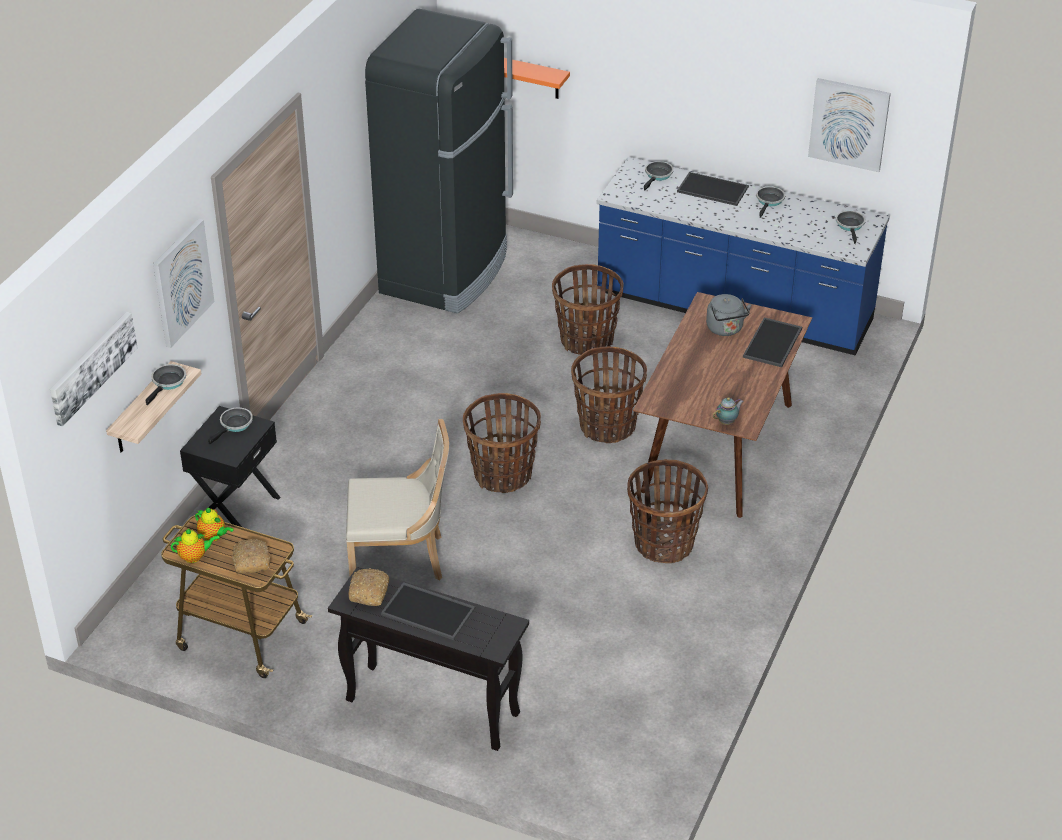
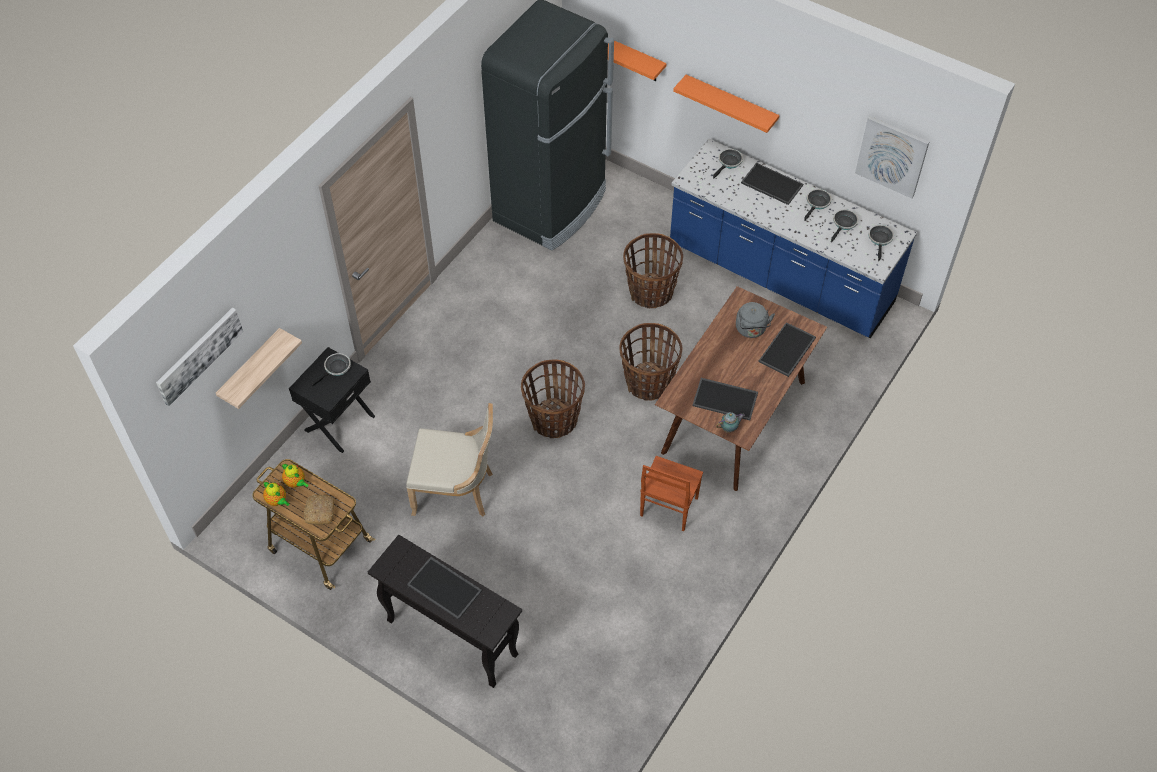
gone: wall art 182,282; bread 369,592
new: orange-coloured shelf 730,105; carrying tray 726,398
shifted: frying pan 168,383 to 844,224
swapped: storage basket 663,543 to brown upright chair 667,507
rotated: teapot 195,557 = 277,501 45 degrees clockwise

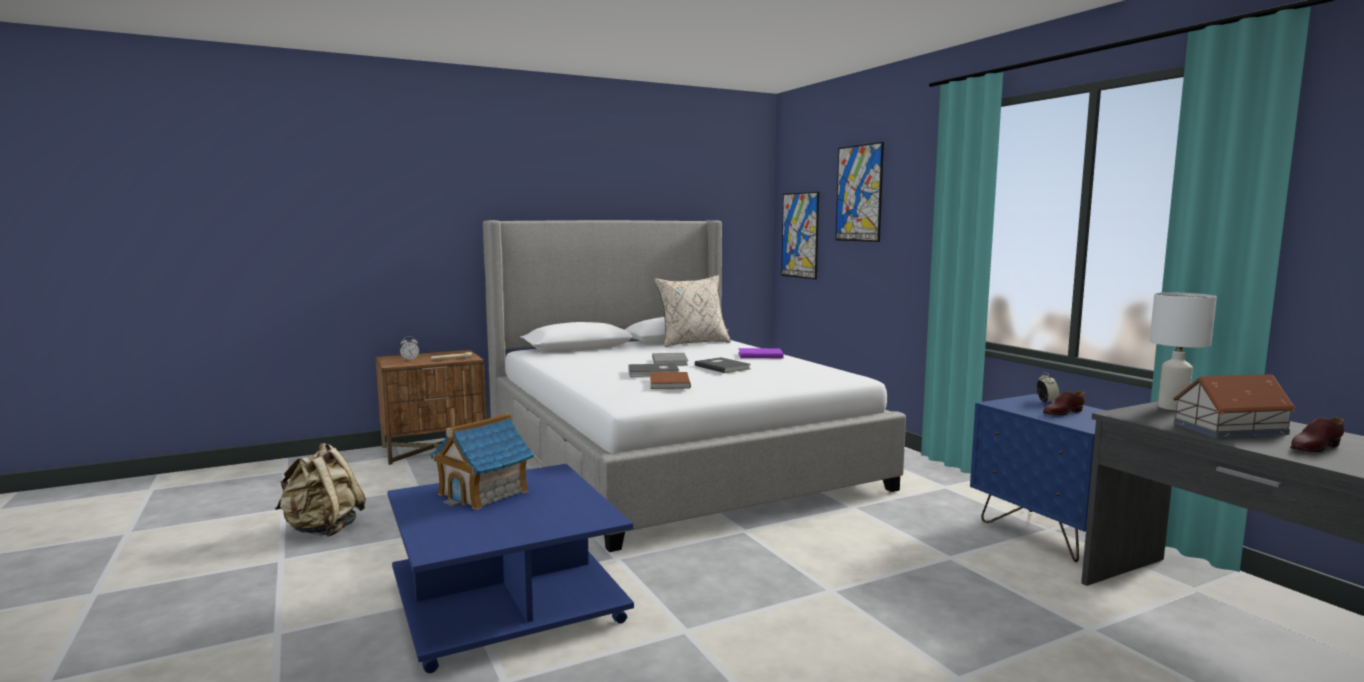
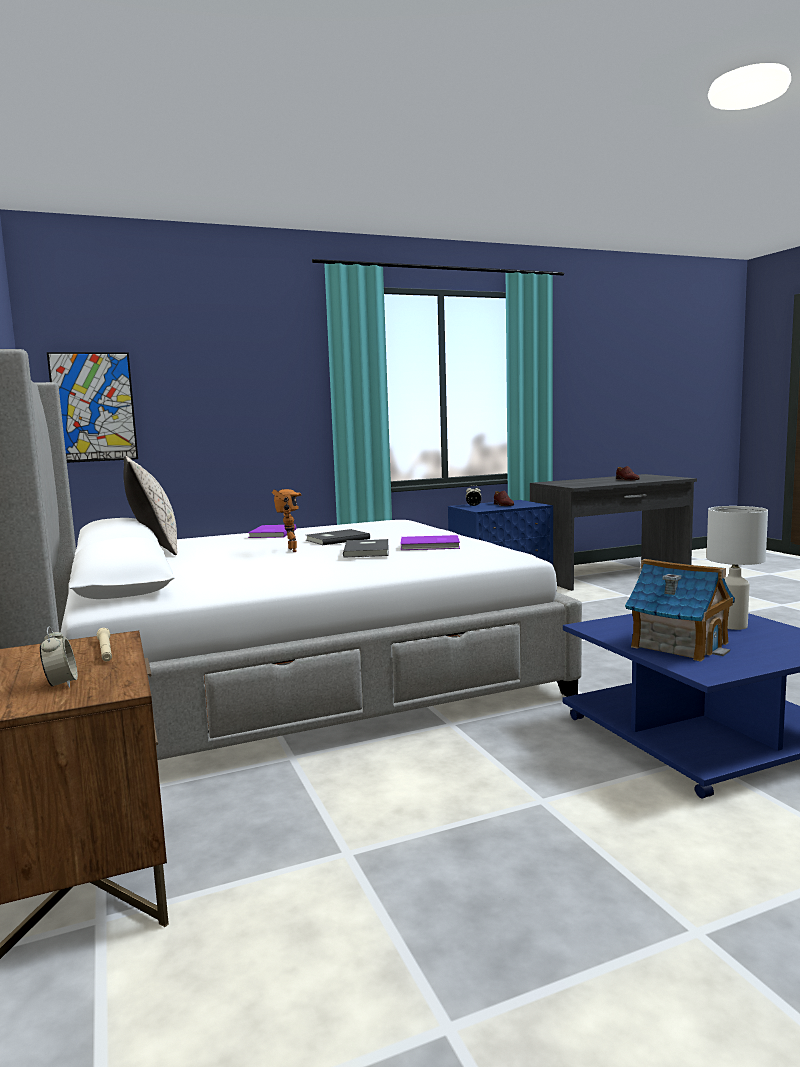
gone: beige knapsack 323,530; wall art 859,193; miniature house 1231,429
shifted: whitish table lamp 1171,407 to 733,626
swapped: gray bound book 671,361 to toy robot 289,550
repainted: brown bound book 668,383 to purple bound book 431,545

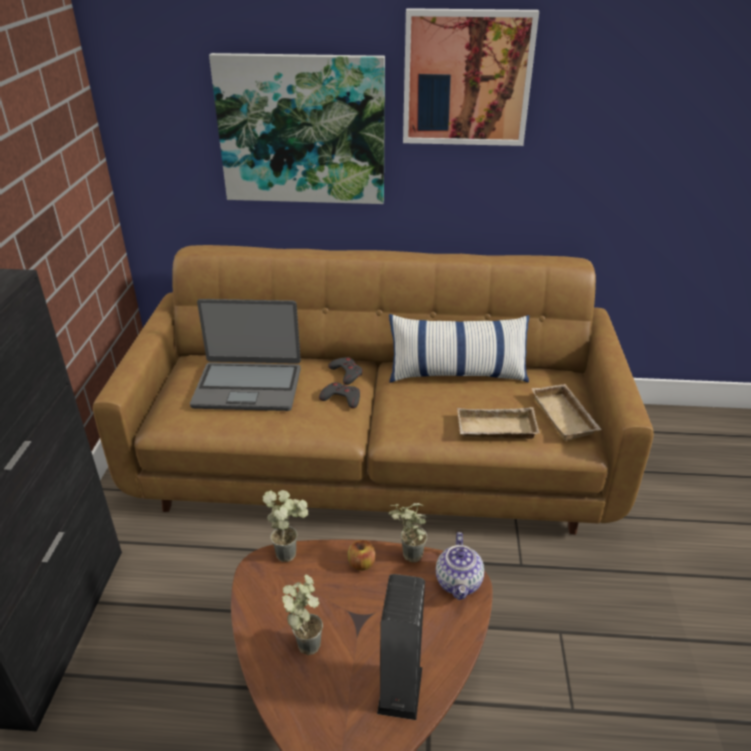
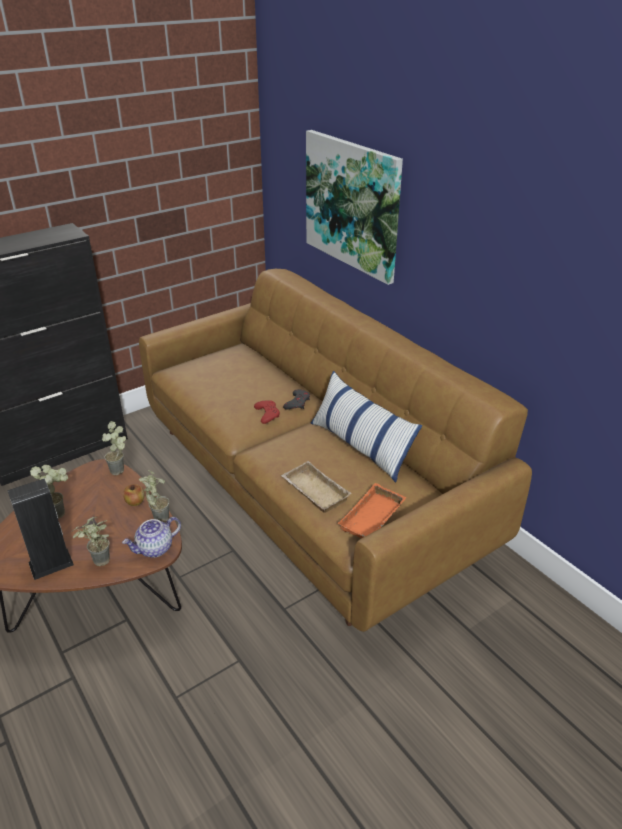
gone: laptop 248,386; wall art 467,78
new: plant in a pot 98,564
repainted: gray game controller 341,398 to reddish game controller 267,414; beige carrying tray 566,417 to orange-coloured carrying tray 373,518

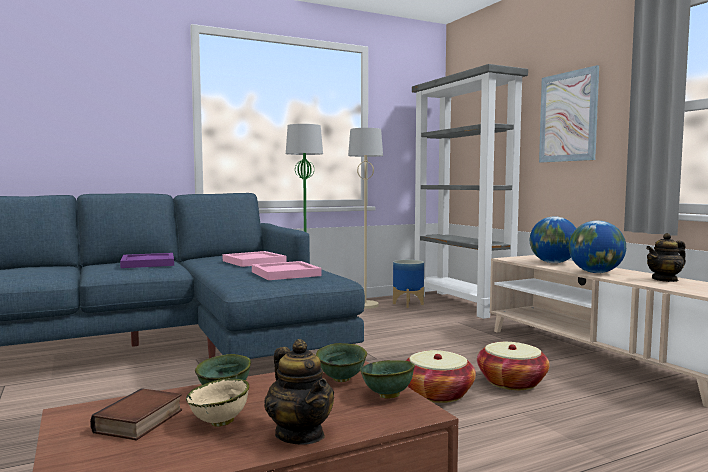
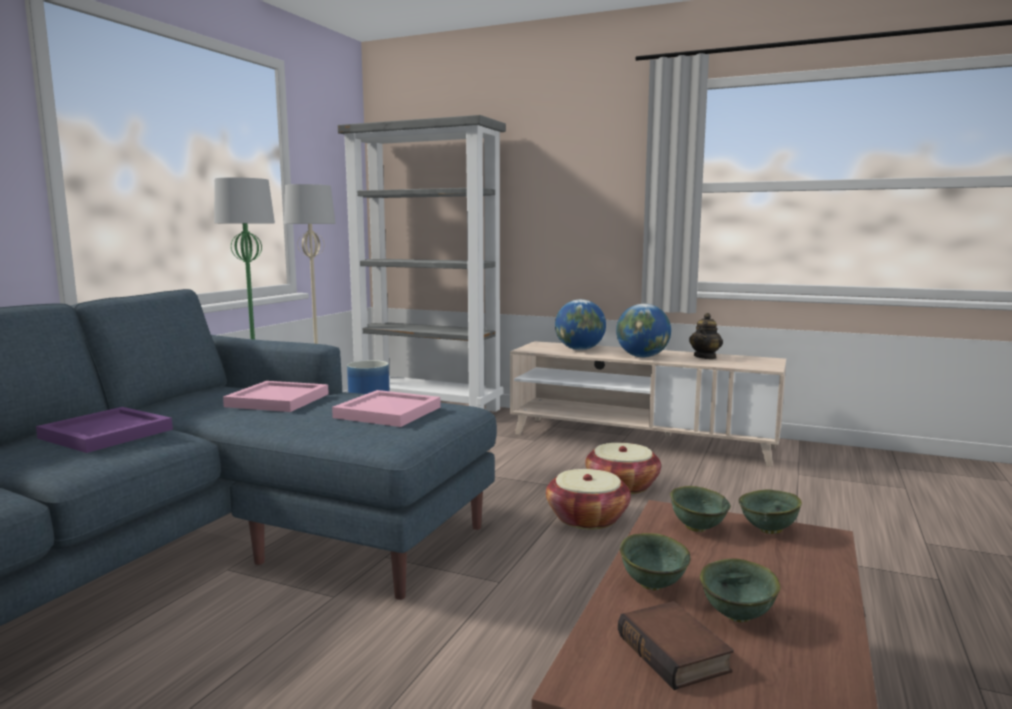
gone: teapot 300,434; wall art 568,117
repainted: beige serving bowl 220,423 to green serving bowl 738,617

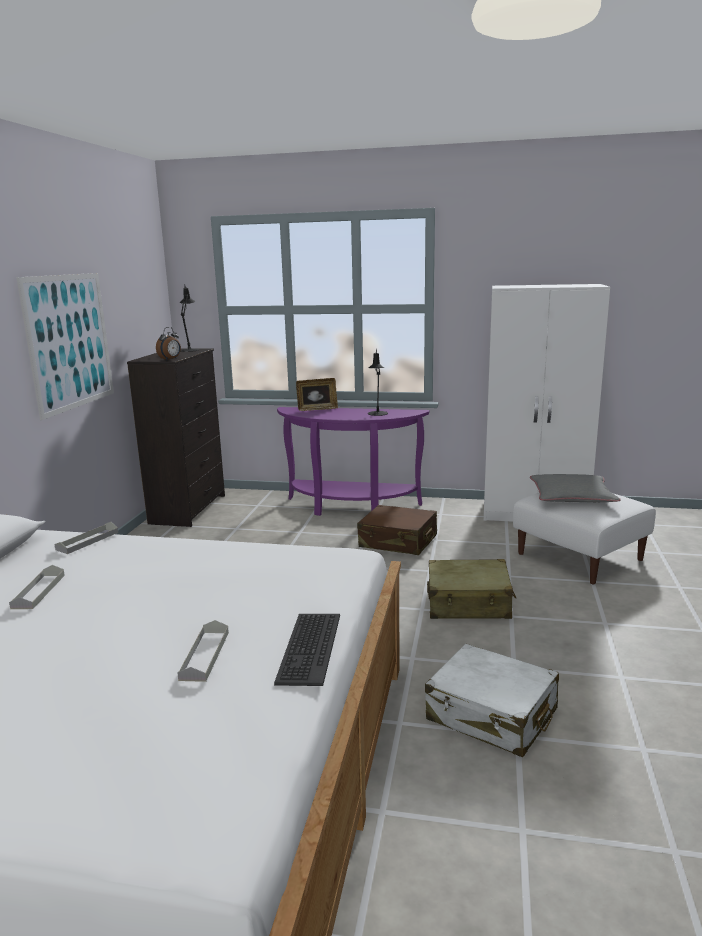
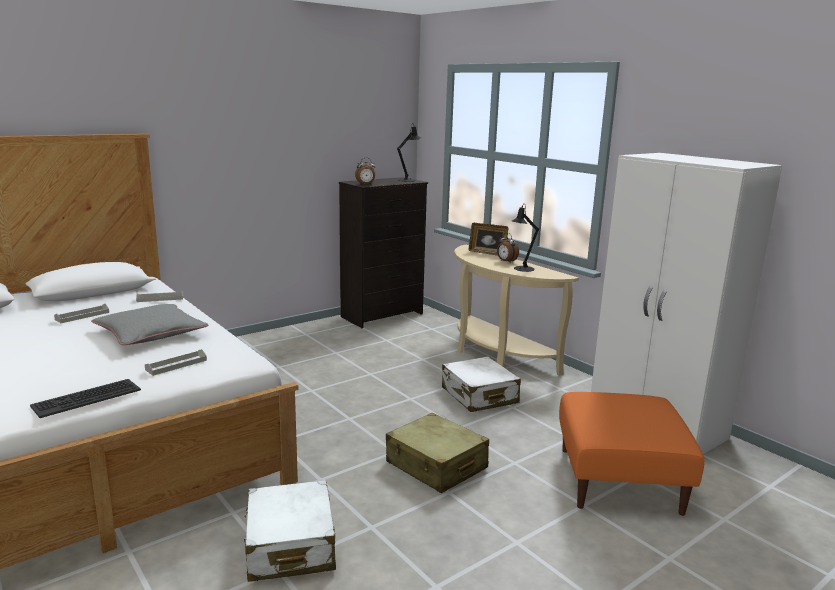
gone: wall art 69,342
new: alarm clock 506,261
shifted: gray carrying tray 205,655 to 176,365; gray pillow 571,496 to 150,333
repainted: purple console table 350,507 to beige console table 496,355; brown suitcase 398,541 to whitish suitcase 479,396; whitish pouffe 578,556 to orange-coloured pouffe 618,479

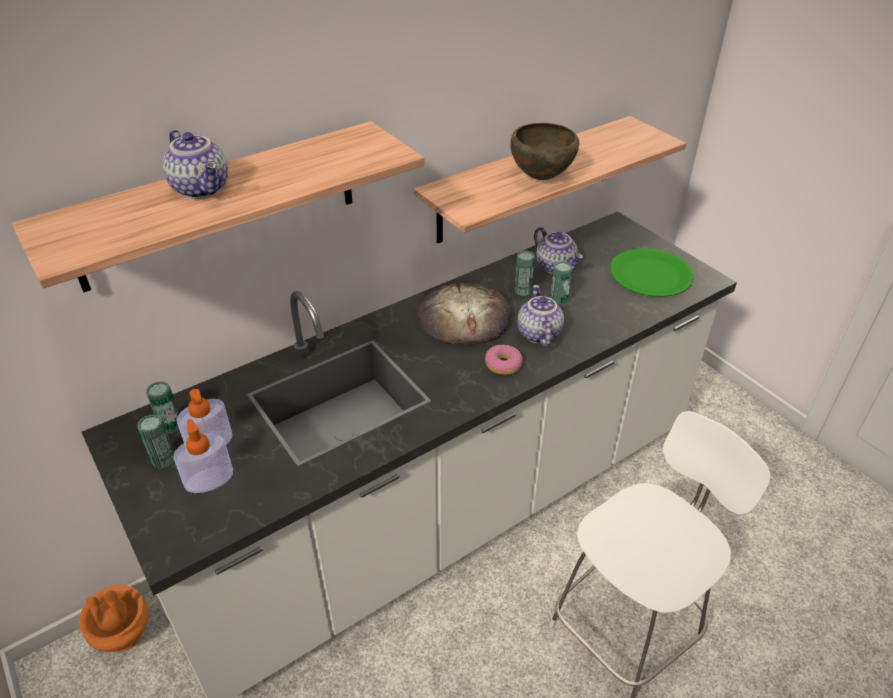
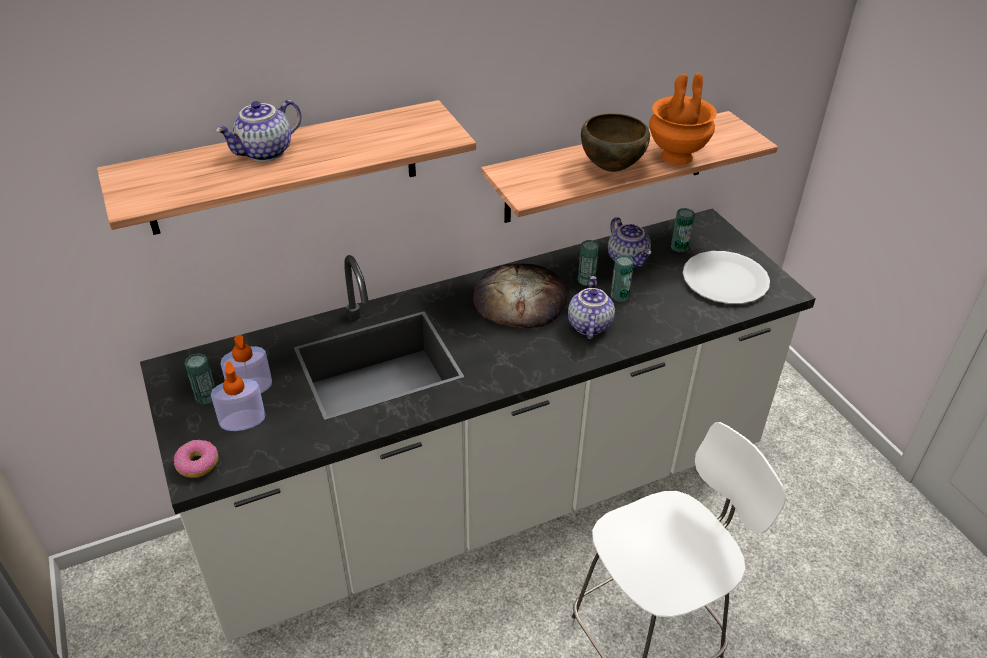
shifted: orange-coloured vase 124,637 to 676,157; can 170,426 to 679,247; doughnut 503,365 to 197,464
repainted: green flat dish 650,275 to whitish flat dish 724,280
rotated: teapot 203,189 = 265,153 75 degrees clockwise

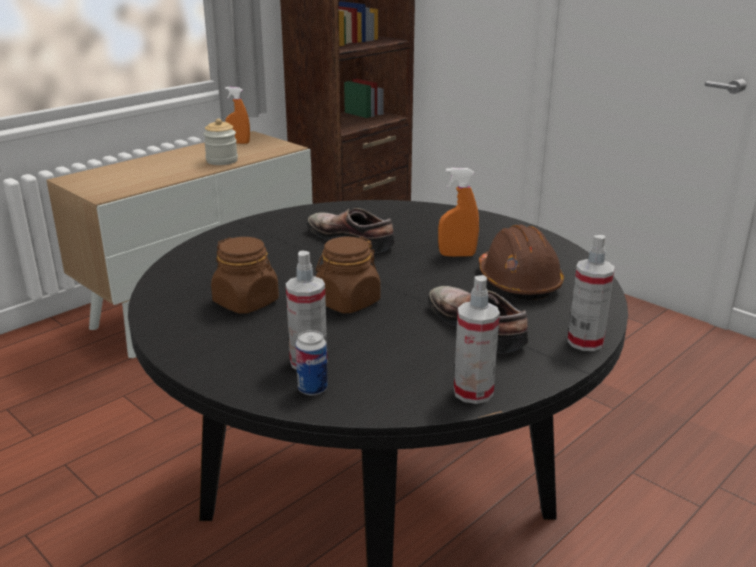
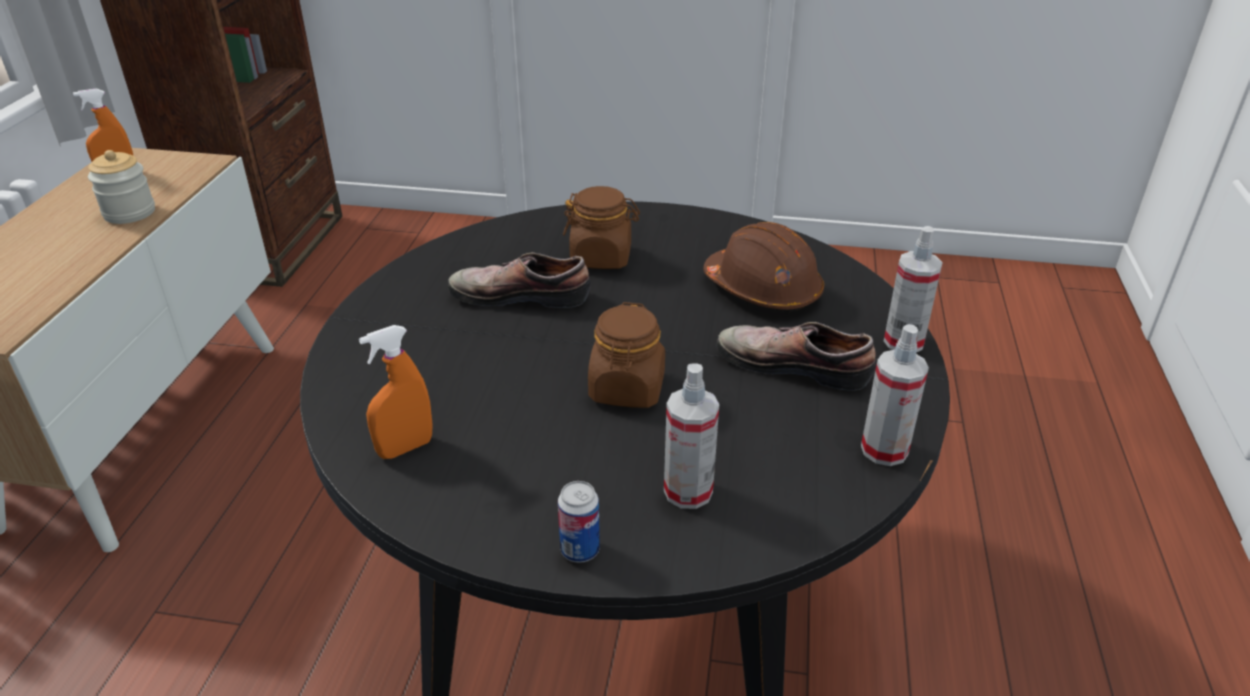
shifted: brown storage jar 246,302 to 601,257; can 312,389 to 580,550; orange-coloured spray bottle 457,255 to 405,448

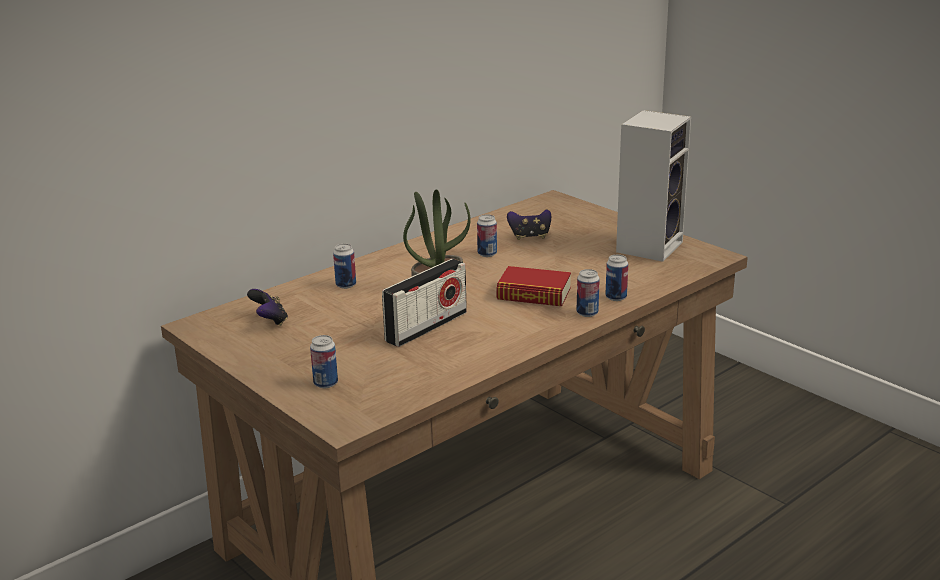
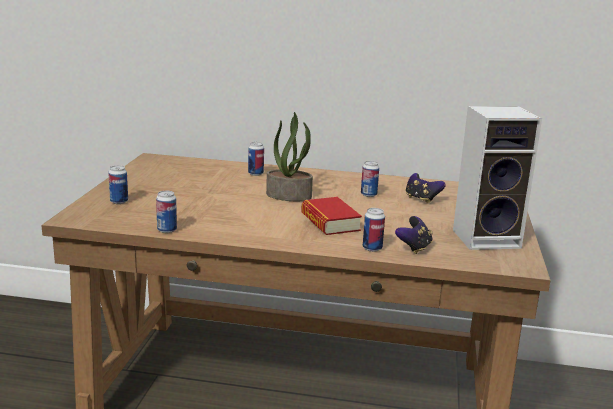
gone: radio receiver 426,327
shifted: game controller 270,321 to 414,248; can 587,313 to 167,230

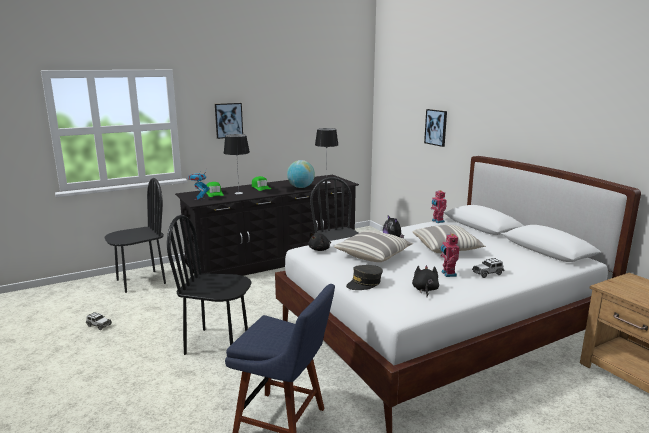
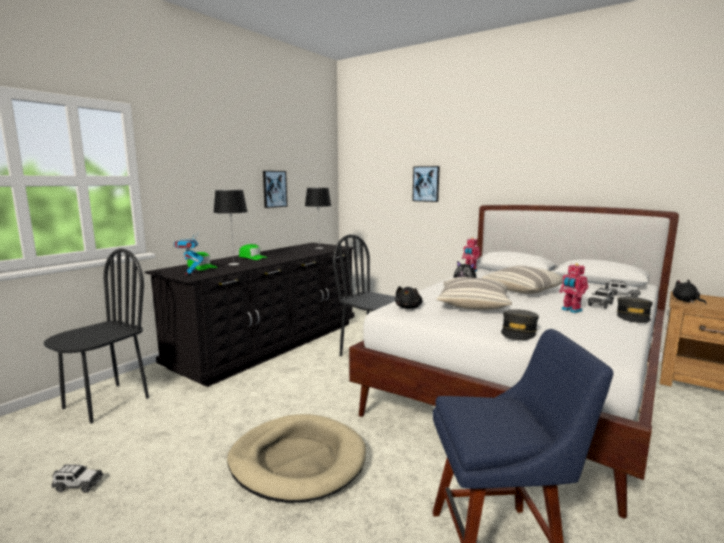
gone: globe 301,187
new: toy car 621,295; gray cap 633,316
shifted: wall art 228,120 to 274,189; blackish soft toy 425,290 to 686,301
swapped: blackish upright chair 217,343 to beige dog cushion 298,461

